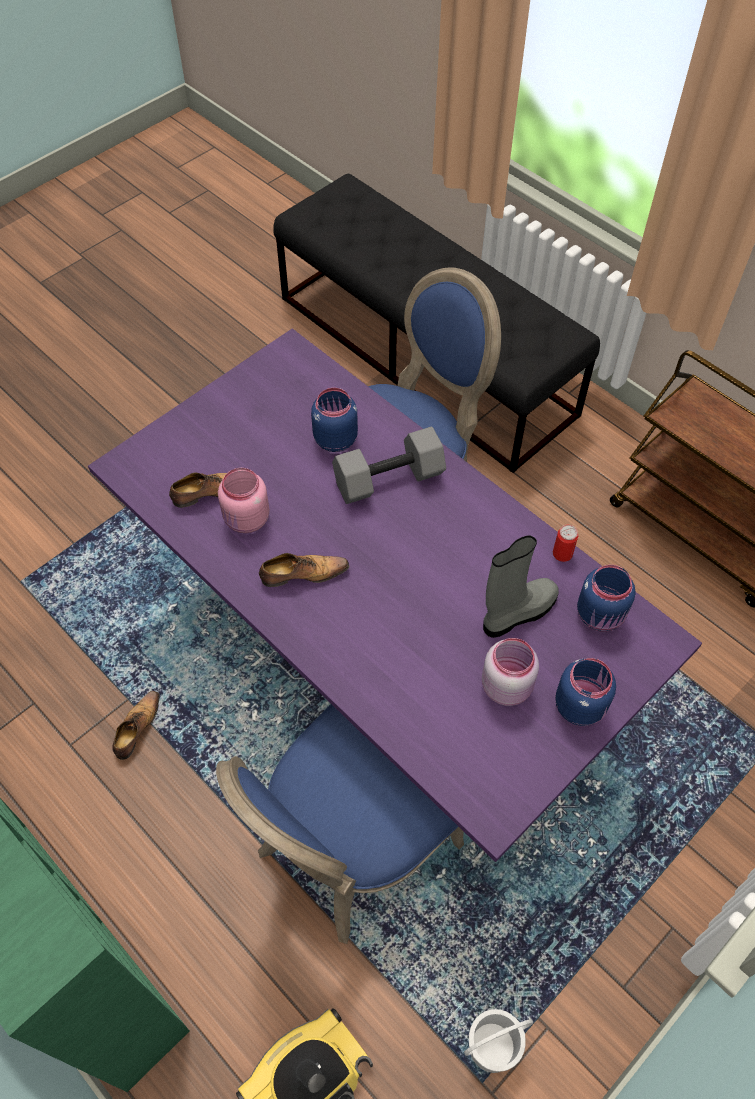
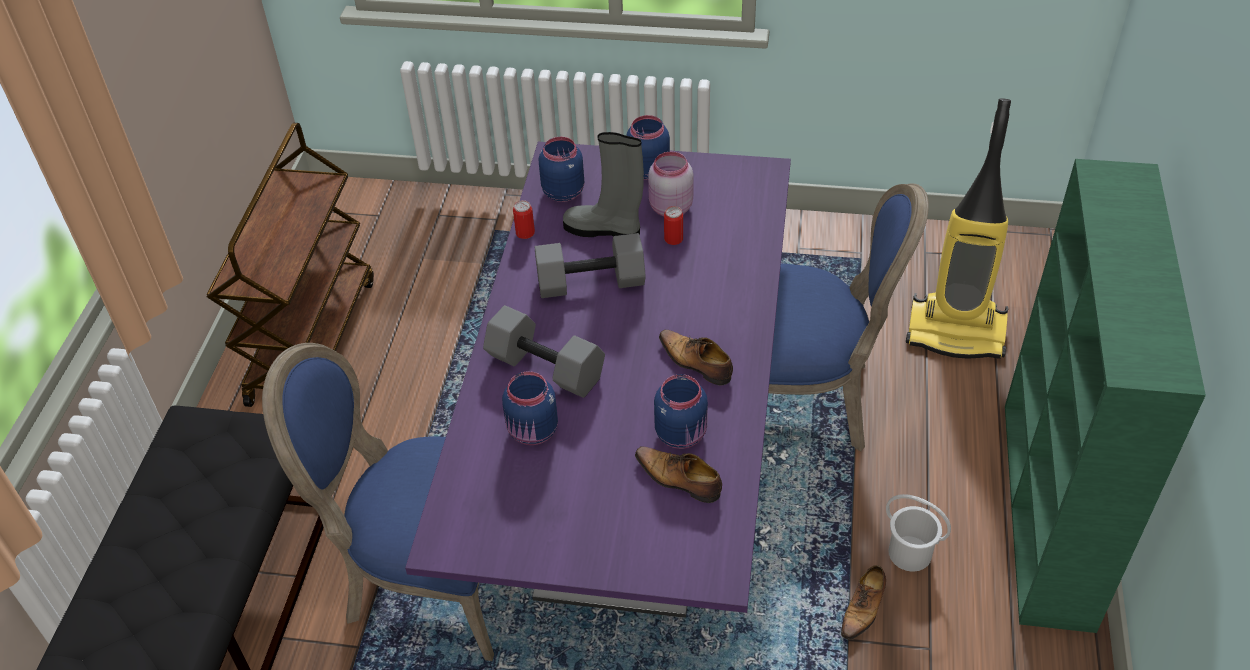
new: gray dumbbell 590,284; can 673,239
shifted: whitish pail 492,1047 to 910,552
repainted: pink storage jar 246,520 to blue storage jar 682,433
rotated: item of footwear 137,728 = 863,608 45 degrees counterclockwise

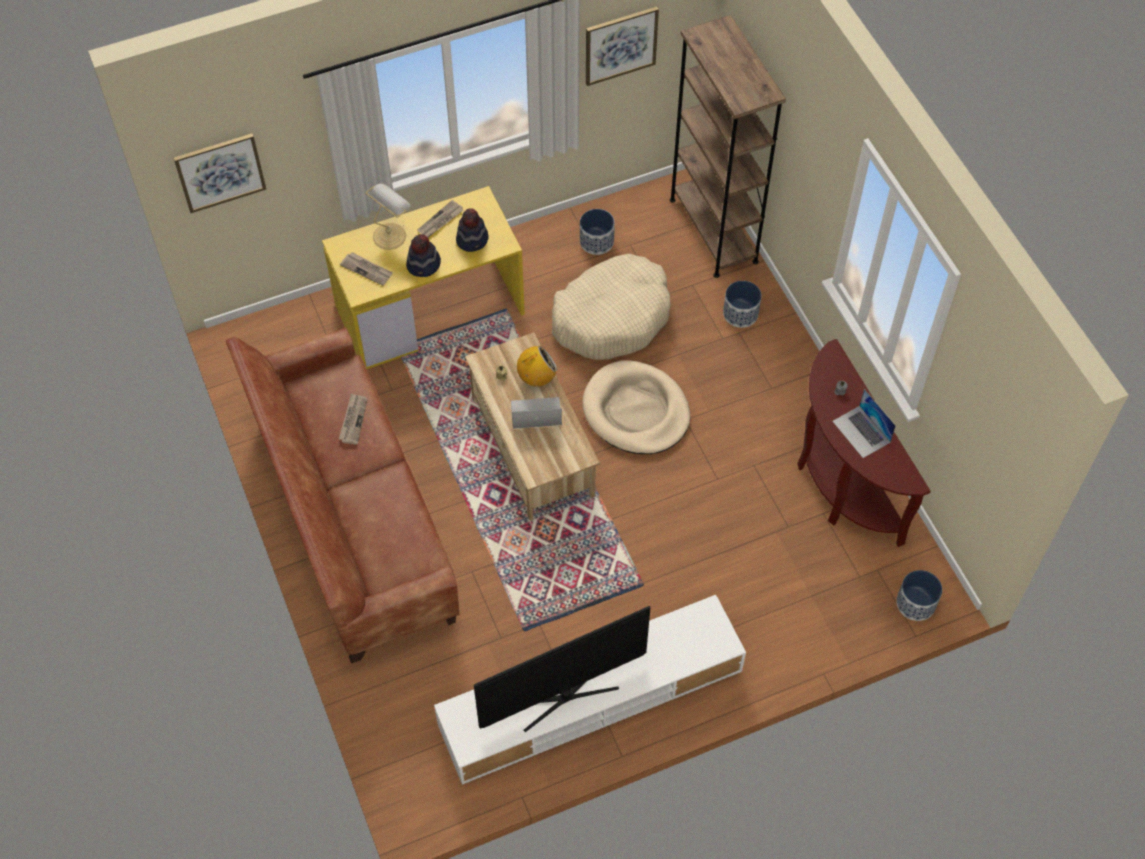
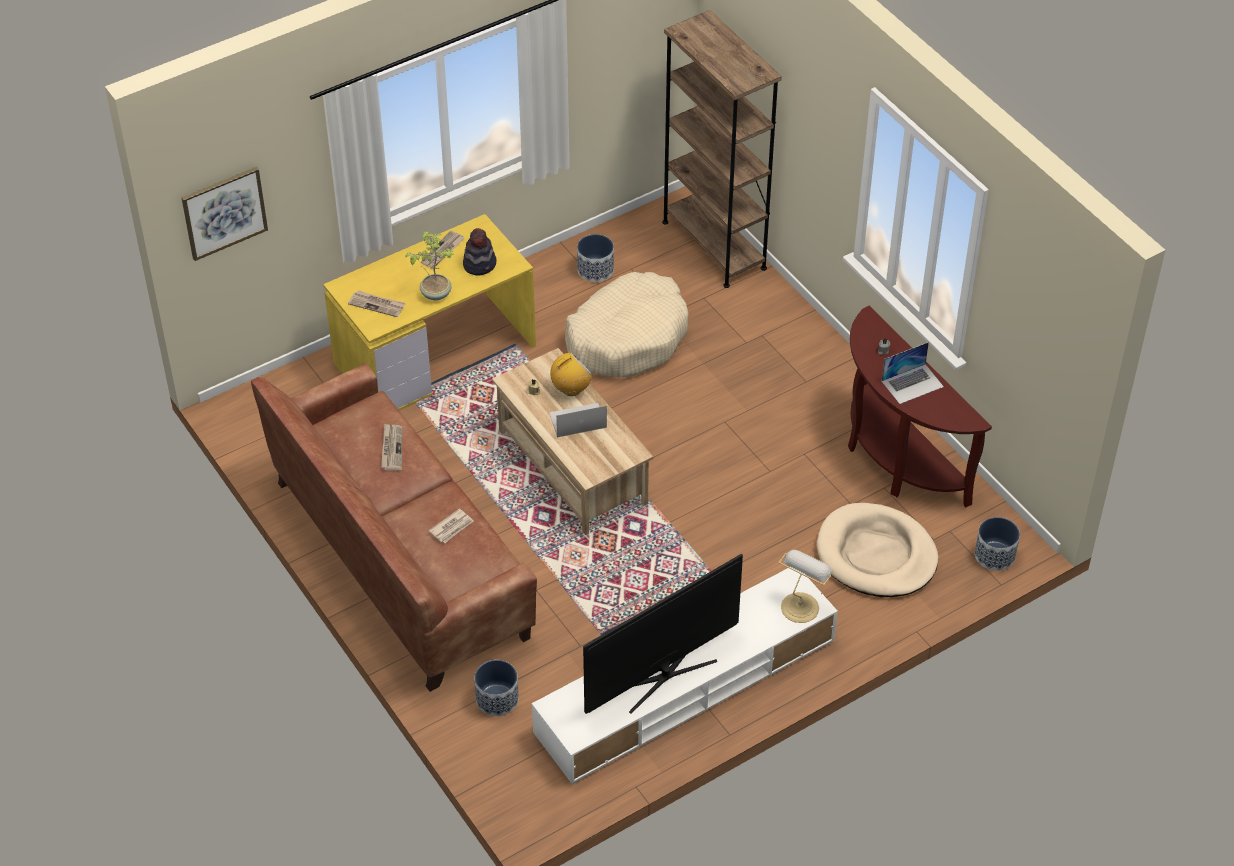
gone: wall art 620,45
new: daily paper 452,527
shifted: table lamp 390,235 to 800,606; beige dog cushion 636,411 to 876,555; flower pot 741,314 to 497,699
swapped: hat 424,265 to plant in a pot 435,293
rotated: laptop 861,432 = 912,383 75 degrees counterclockwise

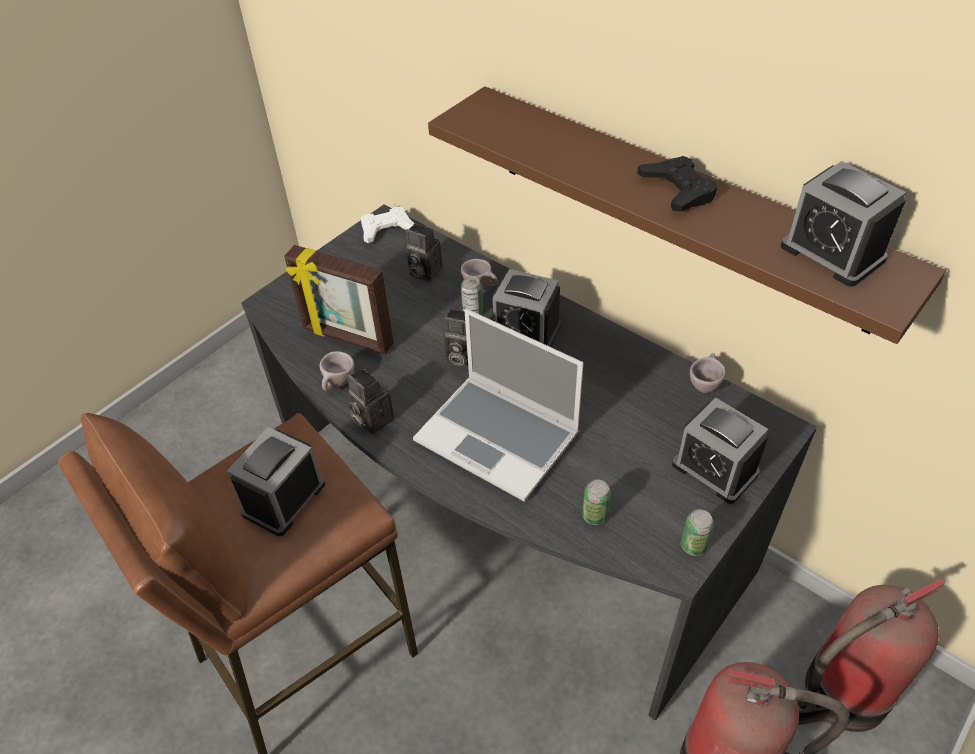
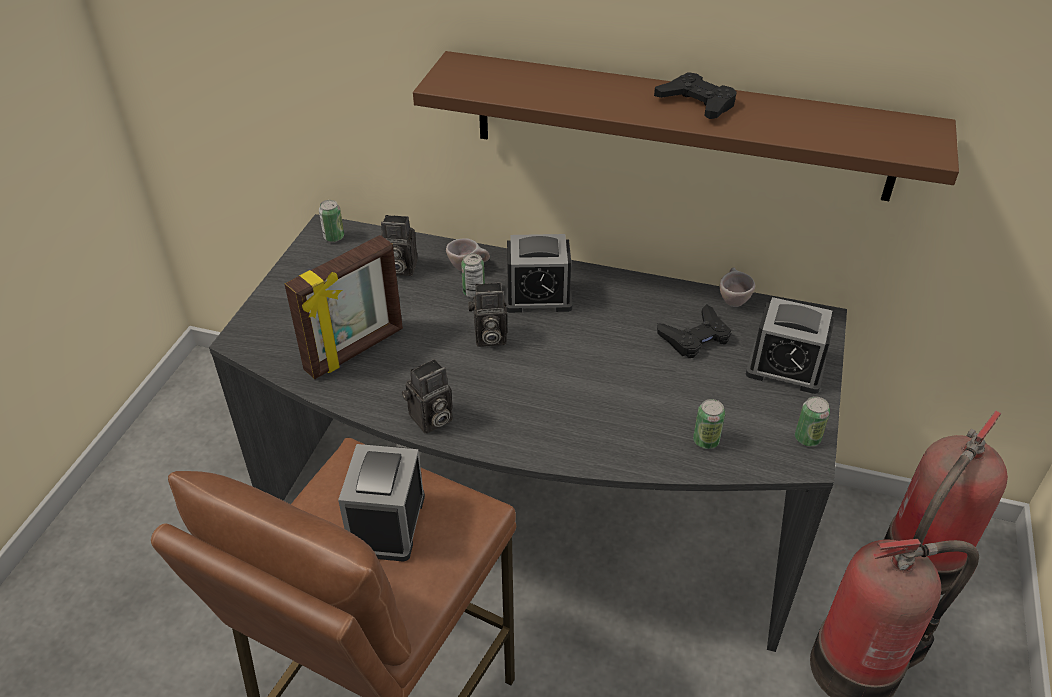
gone: beige cup 338,385; laptop 499,437; alarm clock 832,253
new: blackish game controller 695,337
swapped: whitish game controller 387,229 to can 334,237
rotated: picture frame 347,338 = 355,351 45 degrees counterclockwise; photo camera 371,419 = 430,420 60 degrees counterclockwise

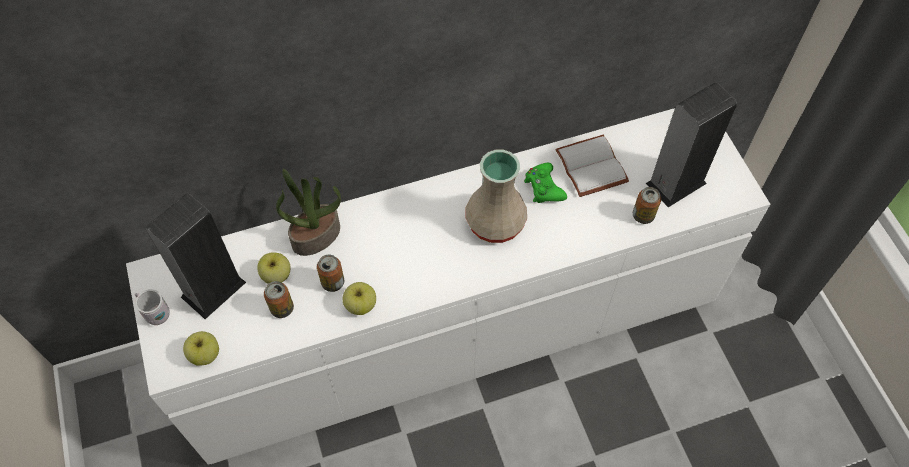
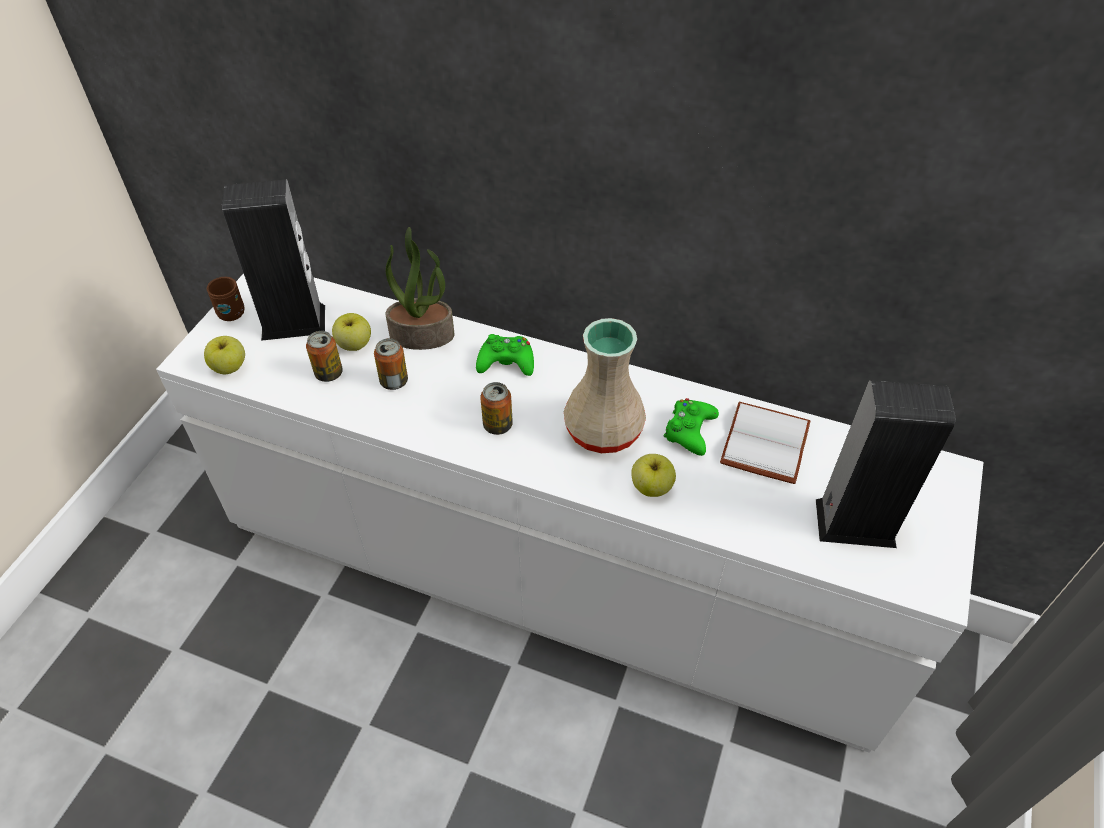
new: green game controller 506,362
shifted: apple 360,305 to 651,487; can 643,215 to 497,425
repainted: whitish tea mug 155,313 to brown tea mug 231,310

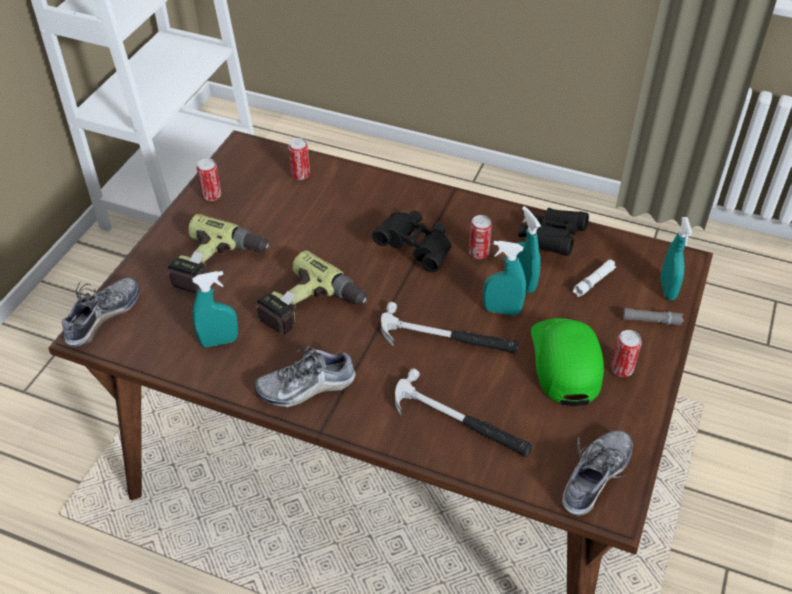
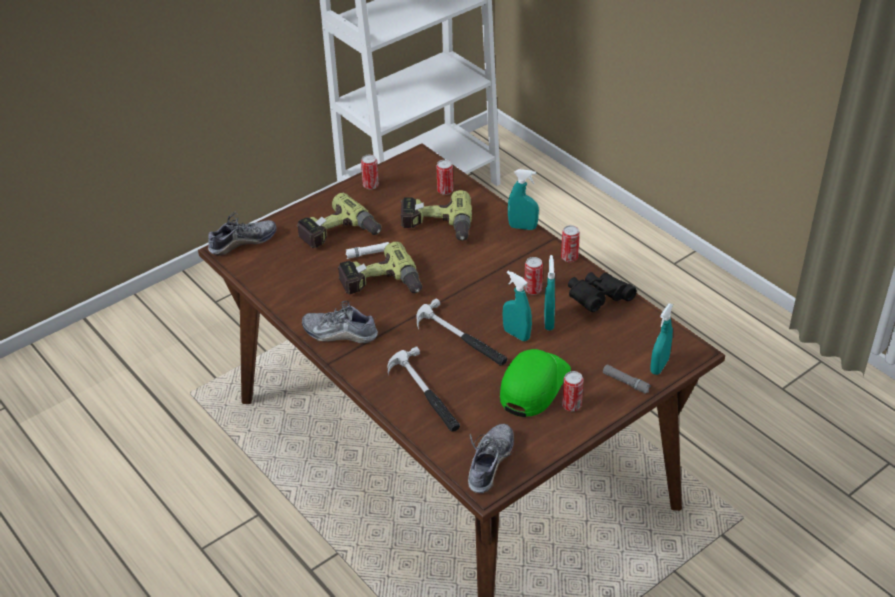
gone: blackish field glasses 416,249
new: drill 436,227; can 569,257
shifted: blue-green spray bottle 219,341 to 522,227; whitish hand torch 593,282 to 368,253
rotated: item of footwear 595,477 = 489,463 45 degrees counterclockwise

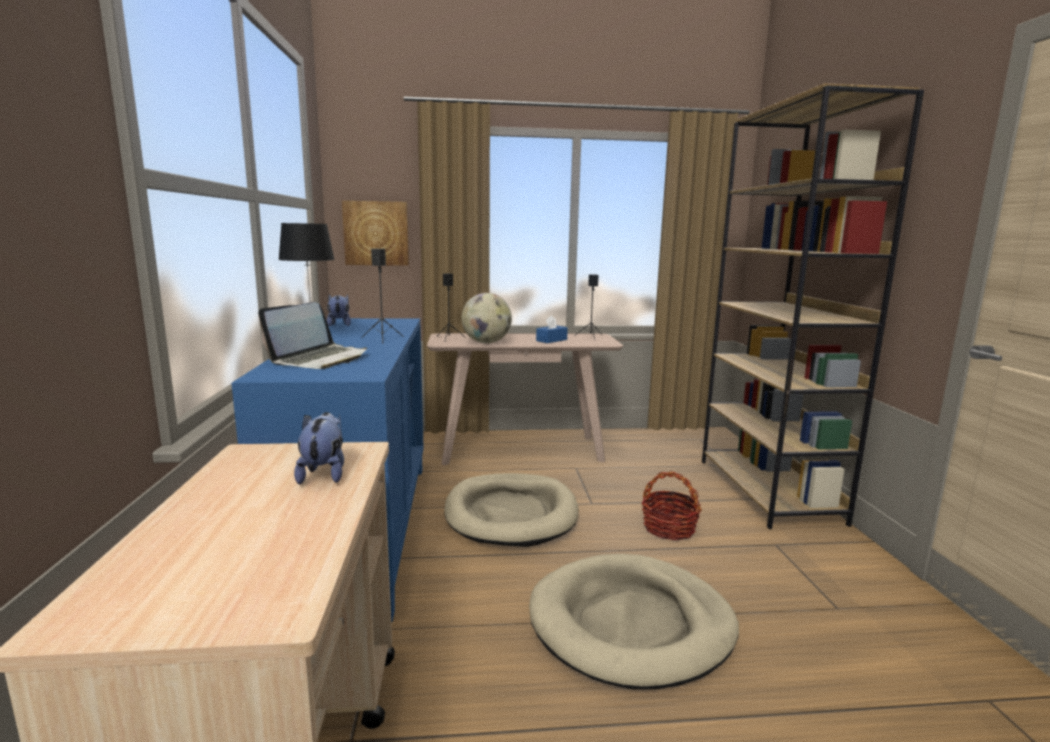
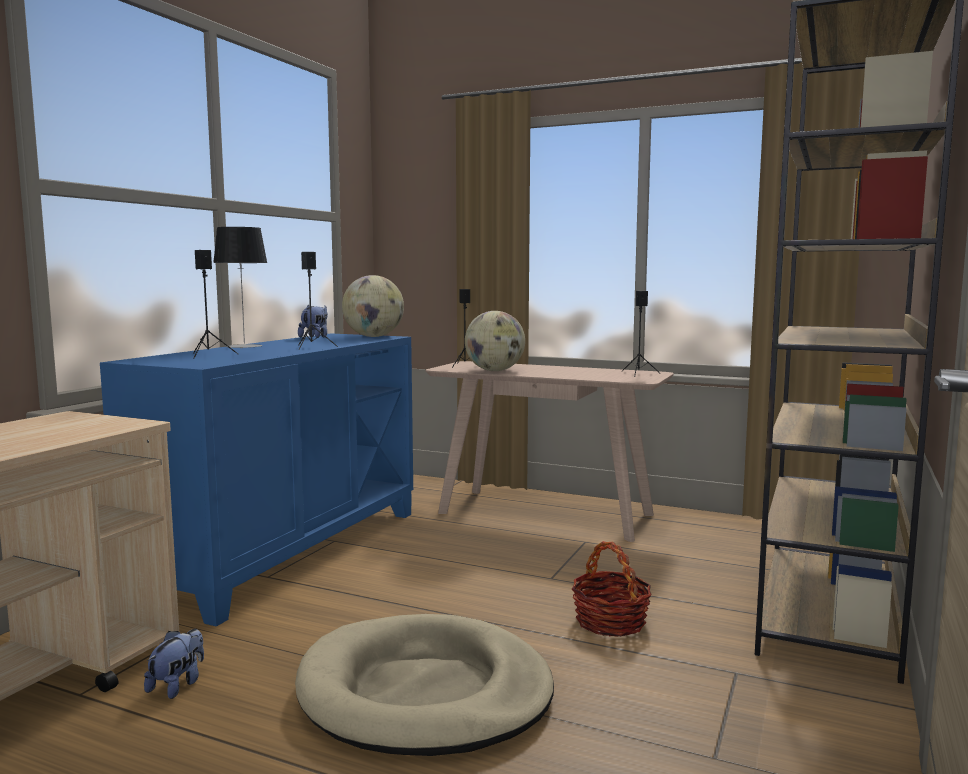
gone: wall art 376,233; beige dog cushion 511,514; blue box of tissues 551,340
new: globe 374,336
shifted: soft toy 324,474 to 178,685
swapped: laptop 320,359 to blackish audio speaker 209,355

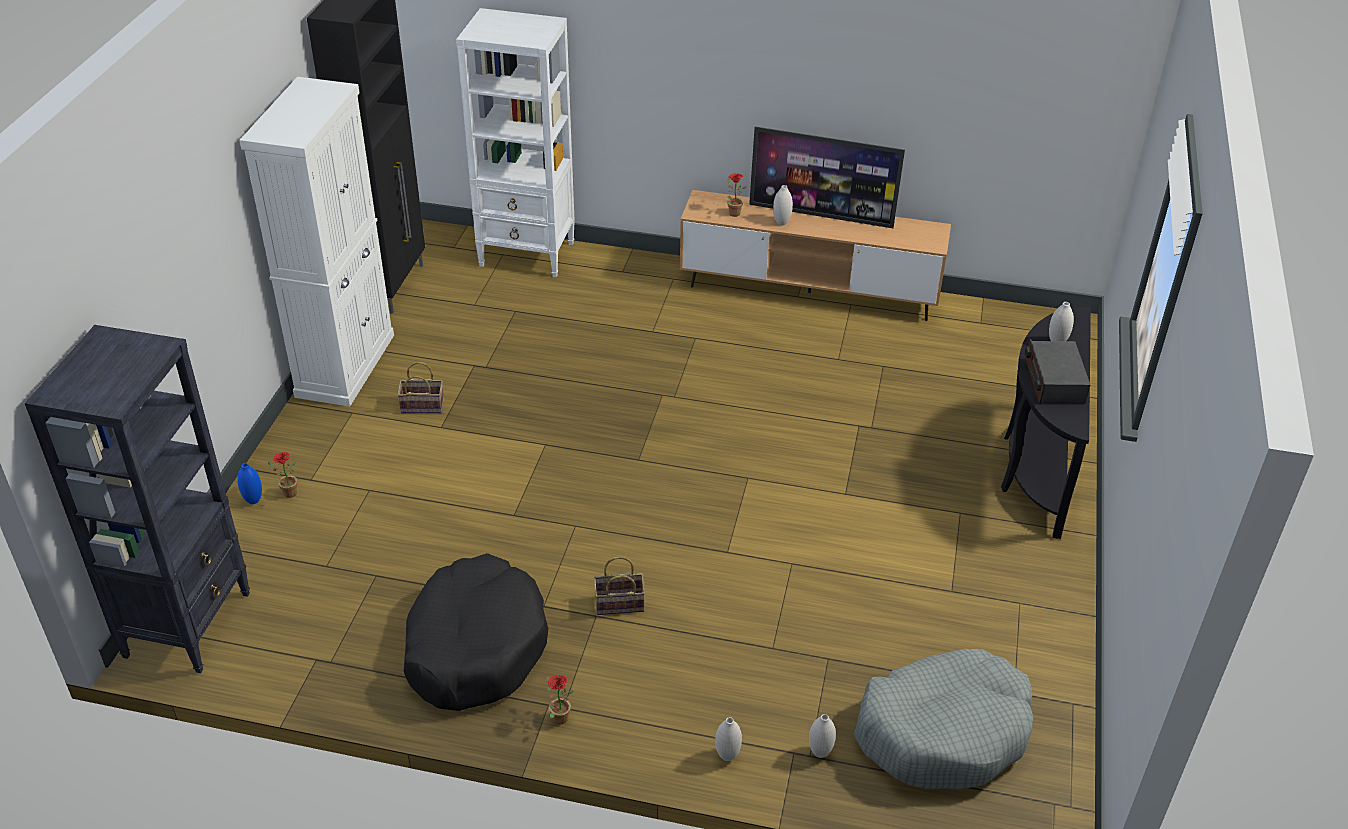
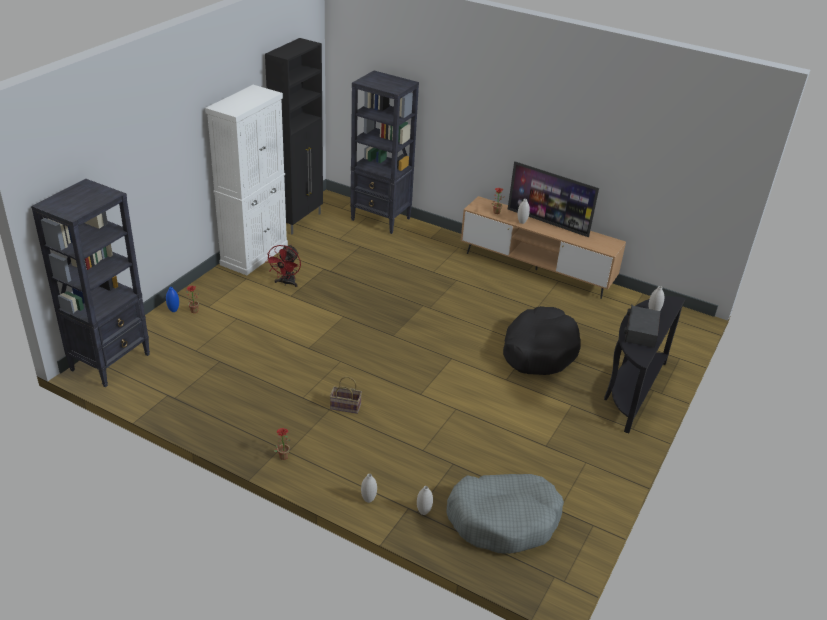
shifted: blackish dog cushion 475,646 to 539,350
swapped: storage basket 423,405 to reddish fan 286,283
repainted: whitish bookshelf 528,255 to blackish bookshelf 381,219

